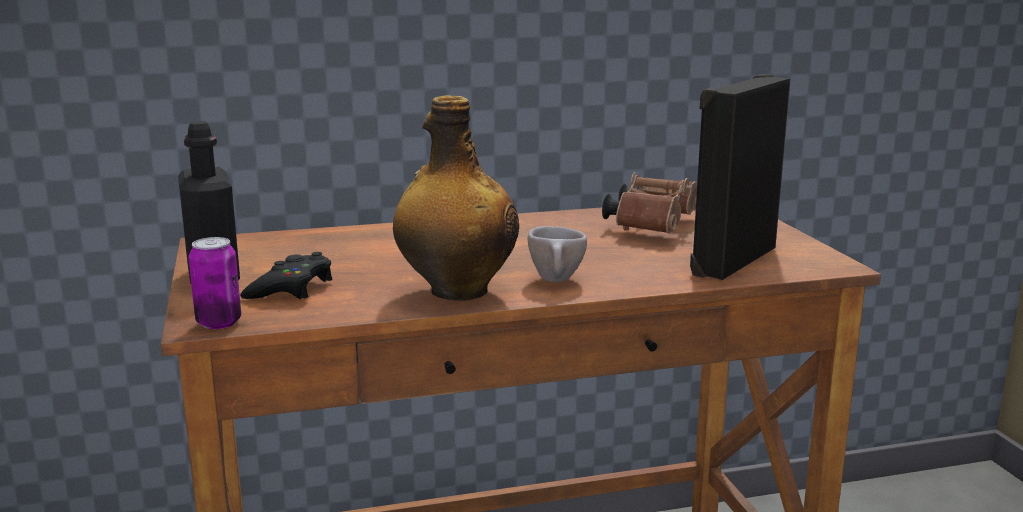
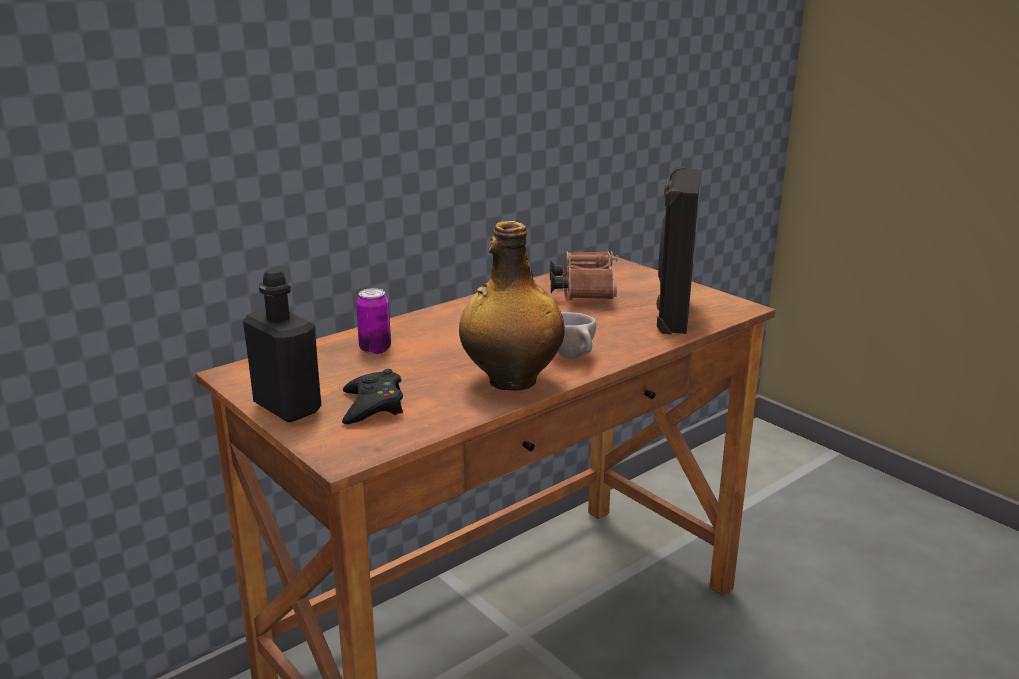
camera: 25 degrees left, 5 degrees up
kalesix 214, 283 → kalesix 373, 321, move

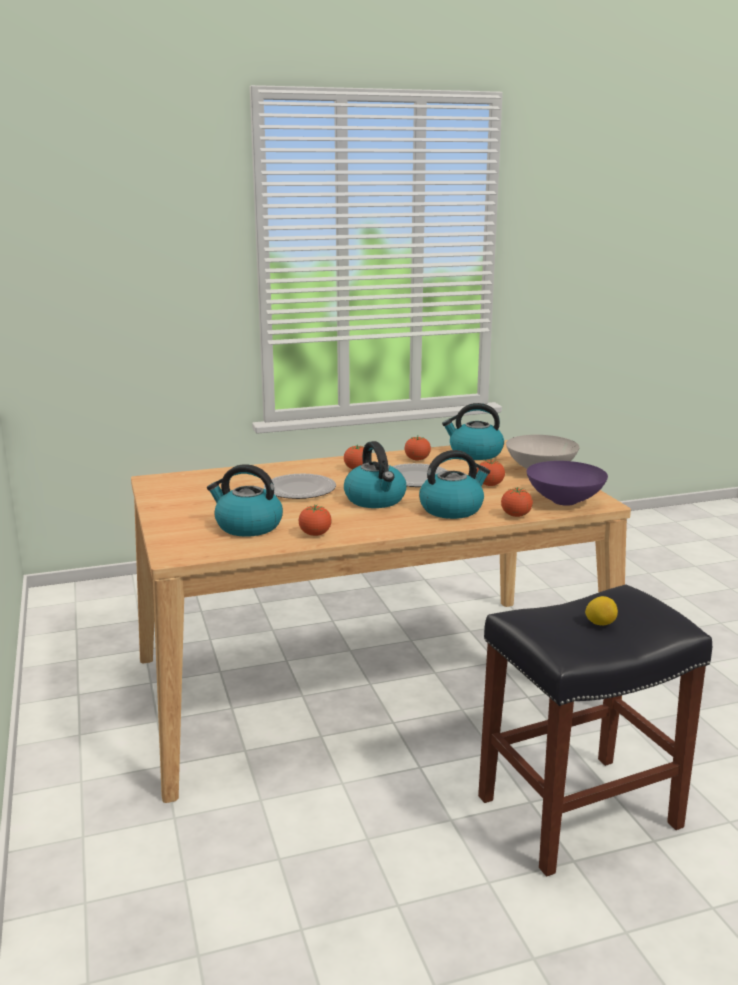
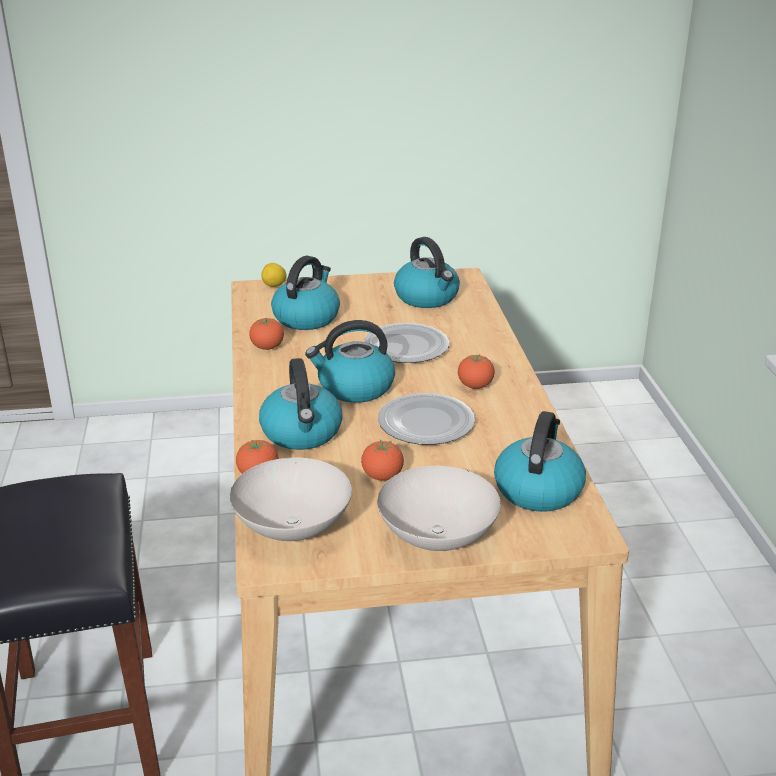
camera: 100 degrees right, 10 degrees up
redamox 417, 448 → -
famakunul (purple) 567, 483 → famakunul (white) 291, 499
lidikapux 601, 610 → lidikapux 273, 275, move
- → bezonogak 427, 272

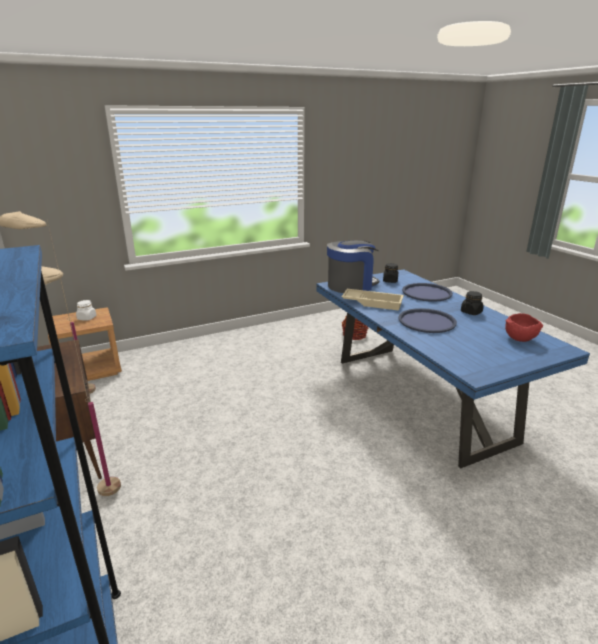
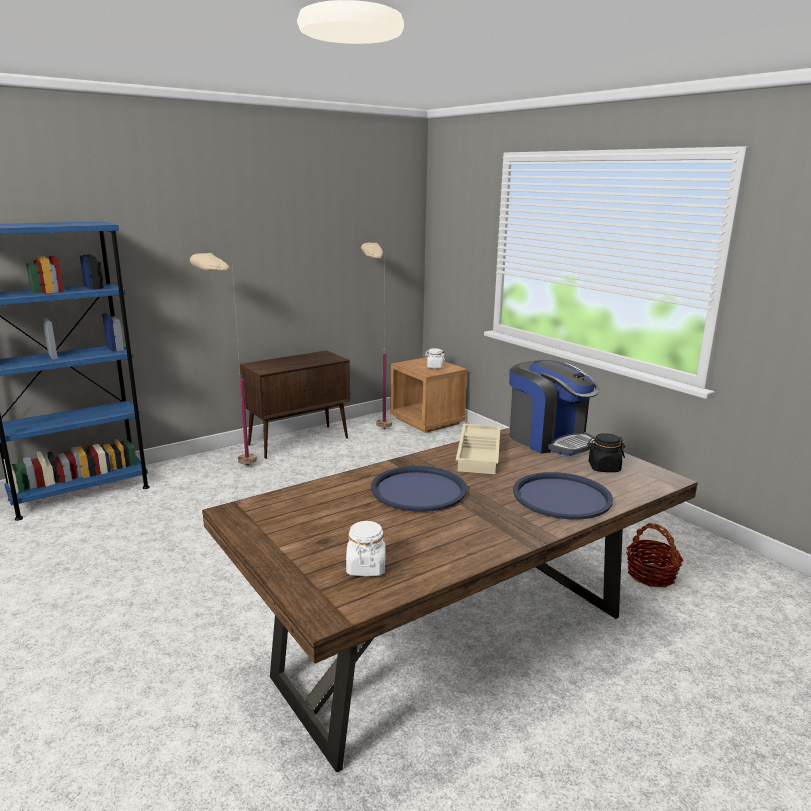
camera: 80 degrees right, 5 degrees down
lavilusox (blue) 453, 368 → lavilusox (brown) 450, 600
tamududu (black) 472, 303 → -
famakunul (red) 524, 327 → tamududu (white) 366, 548

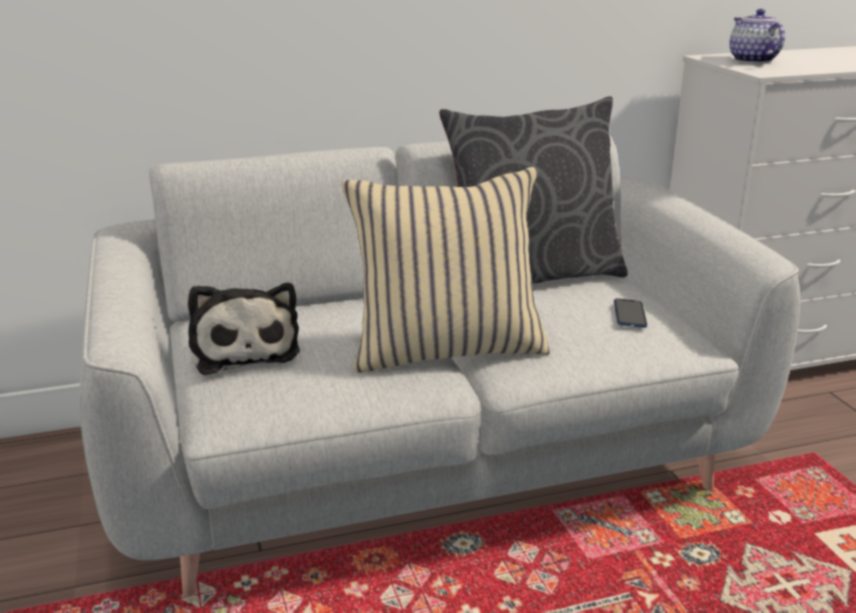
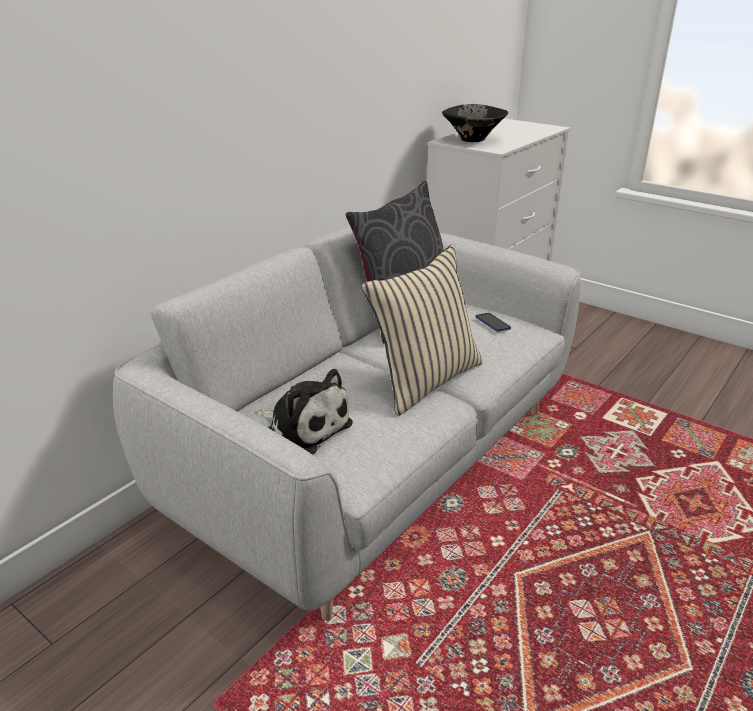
camera: 35 degrees left, 5 degrees up
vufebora 757, 36 → famakunul (black) 475, 123

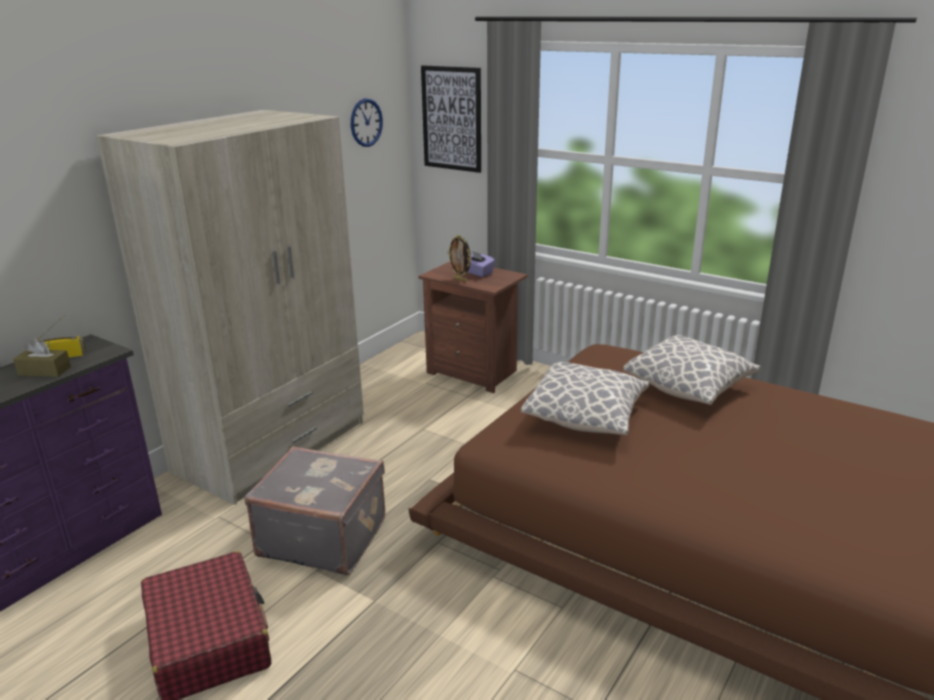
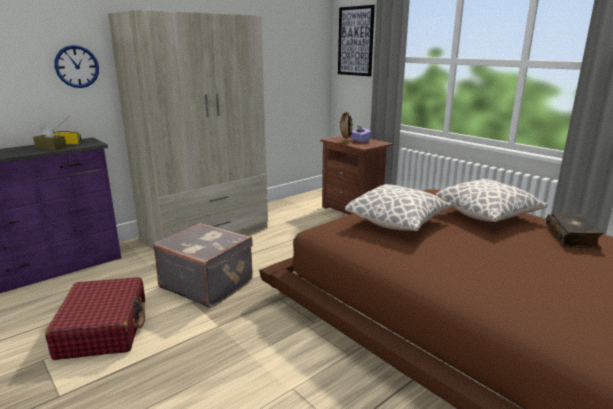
camera: 15 degrees right, 5 degrees down
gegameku 367, 122 → gegameku 76, 66, move
- → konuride 574, 230

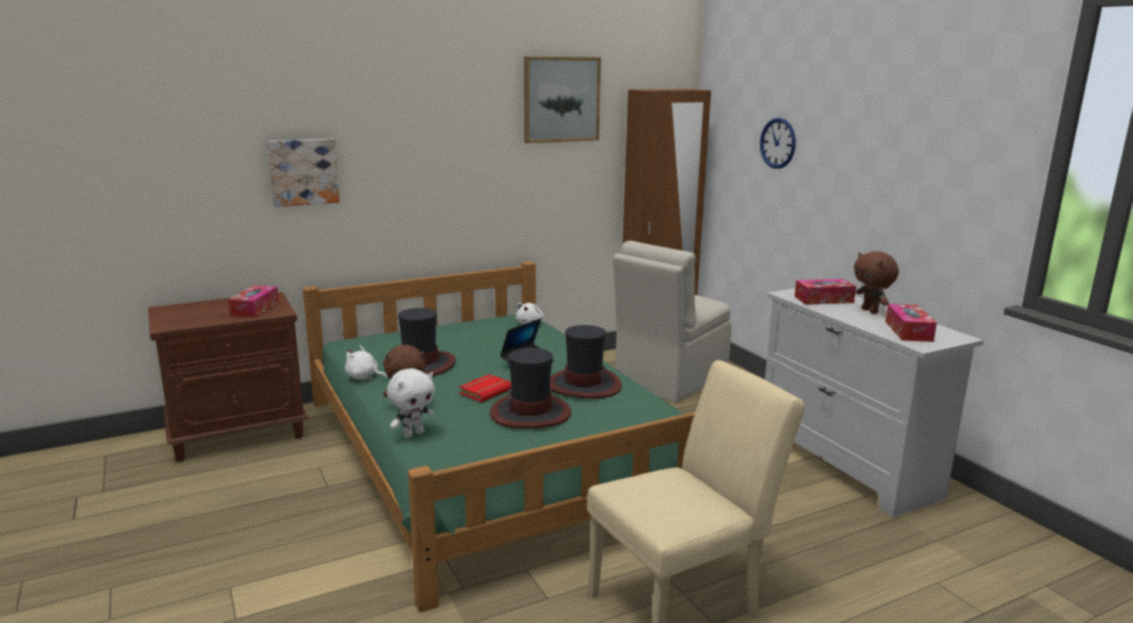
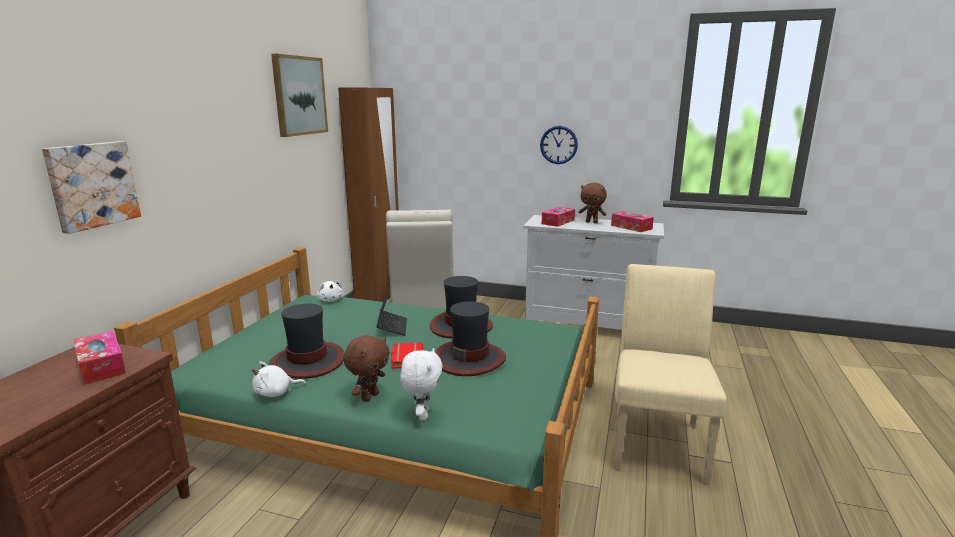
camera: 45 degrees left, 0 degrees up
gegameku 778, 143 → gegameku 559, 145, move

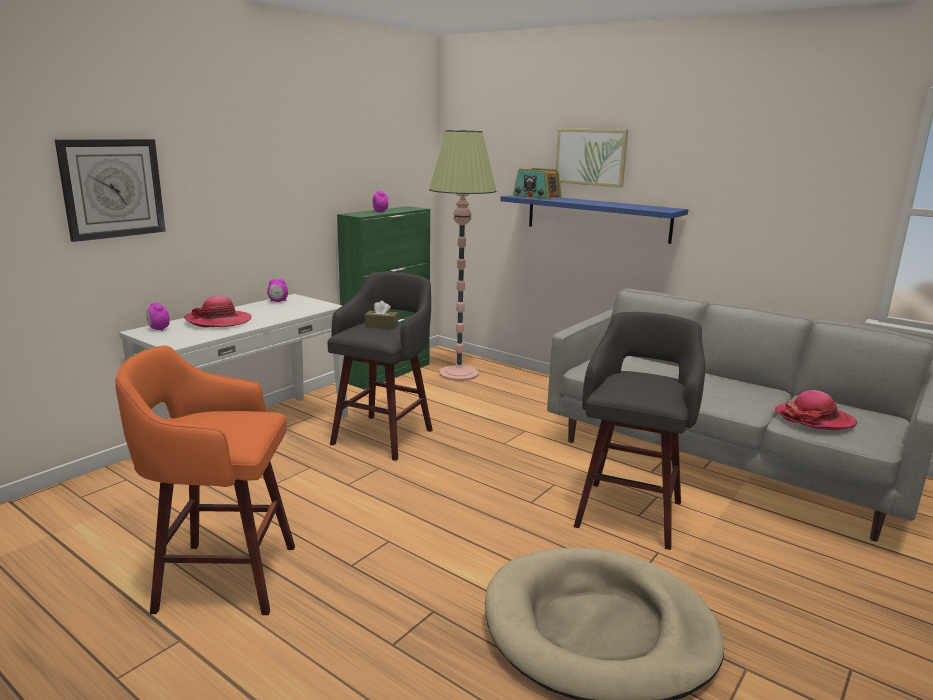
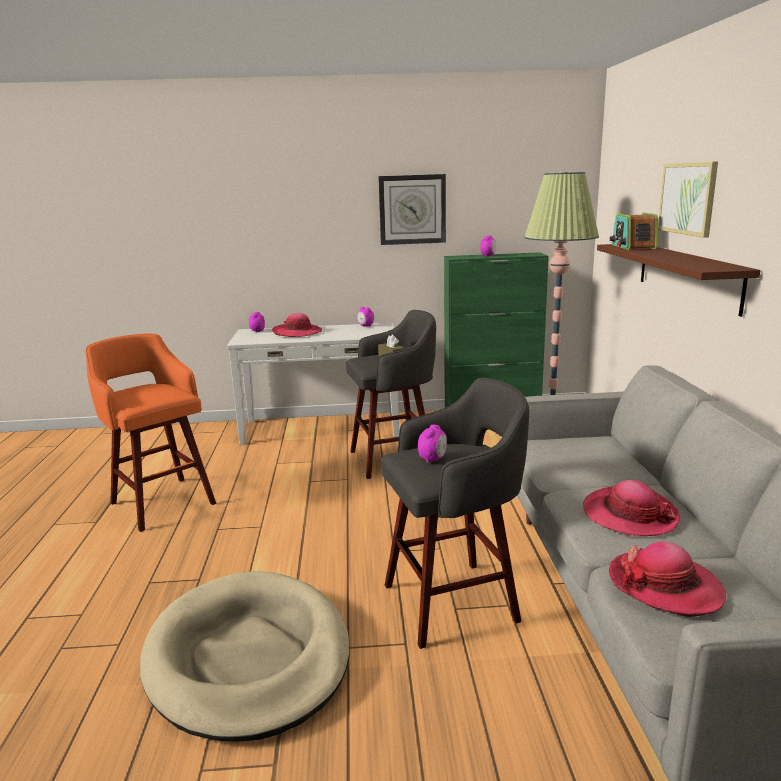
camera: 50 degrees right, 0 degrees up
gegameku 110, 190 → gegameku 412, 209, move
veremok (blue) 594, 219 → veremok (brown) 678, 280
- → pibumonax 432, 444
- → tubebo 631, 508

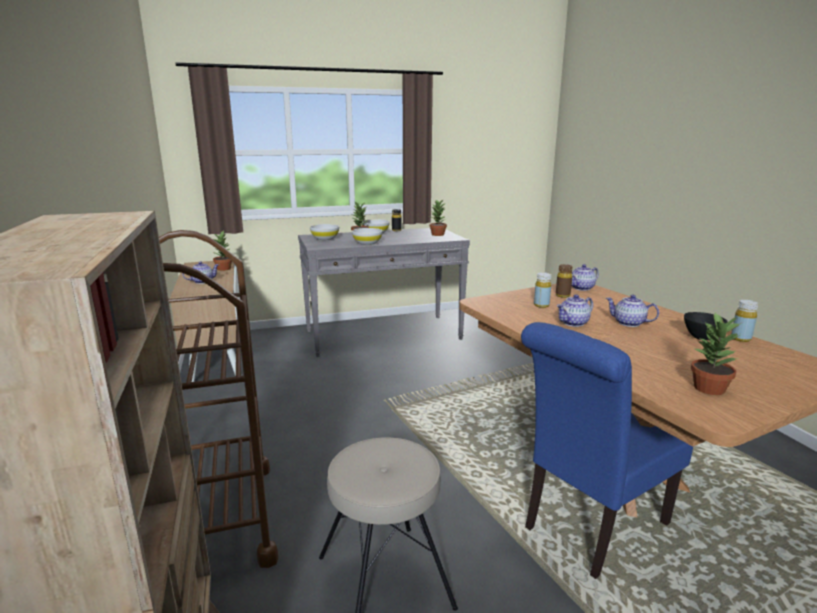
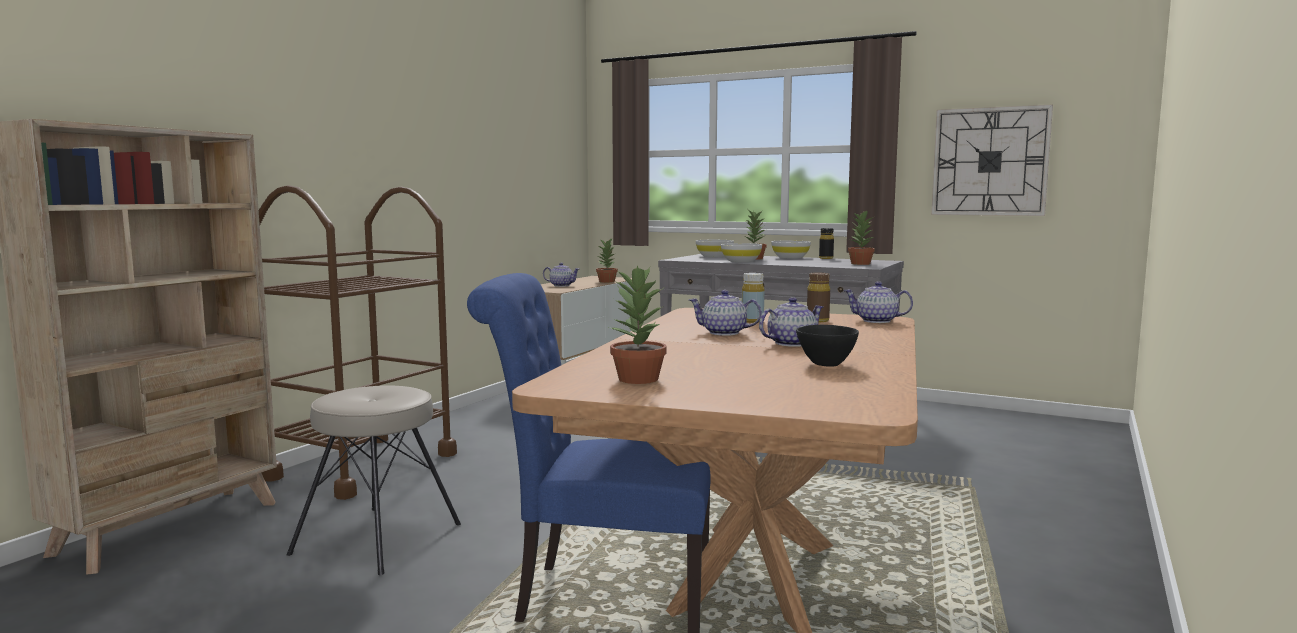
camera: 45 degrees right, 10 degrees down
vufebora 632, 311 → vufebora 791, 322, 75 degrees clockwise
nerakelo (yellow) 744, 321 → -
- → gegameku 992, 160

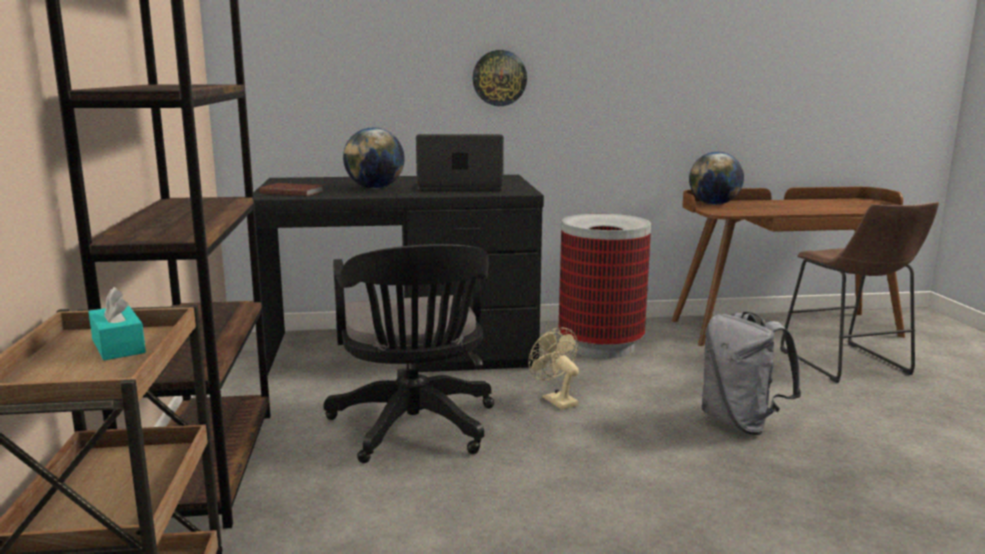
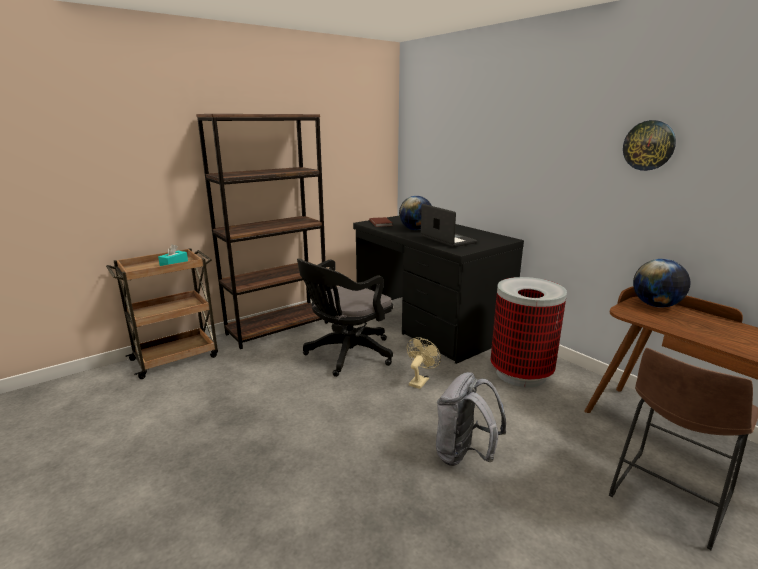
camera: 60 degrees right, 5 degrees up
gegameku 499, 78 → gegameku 649, 145, move

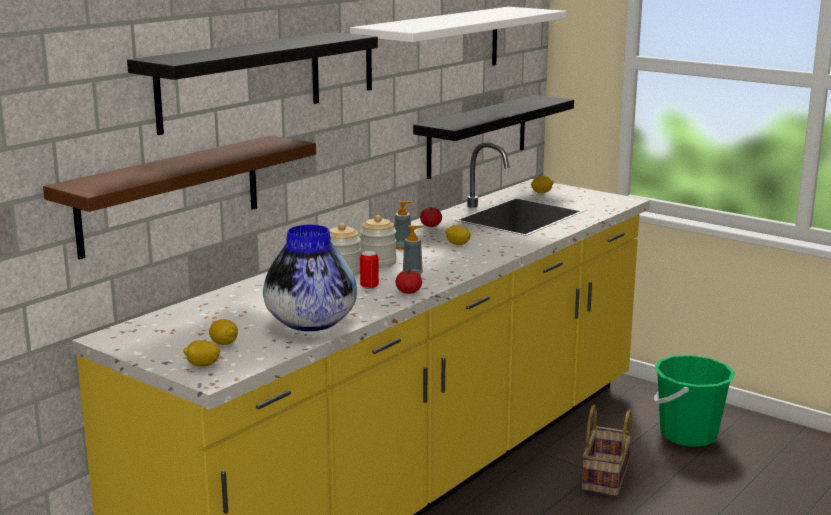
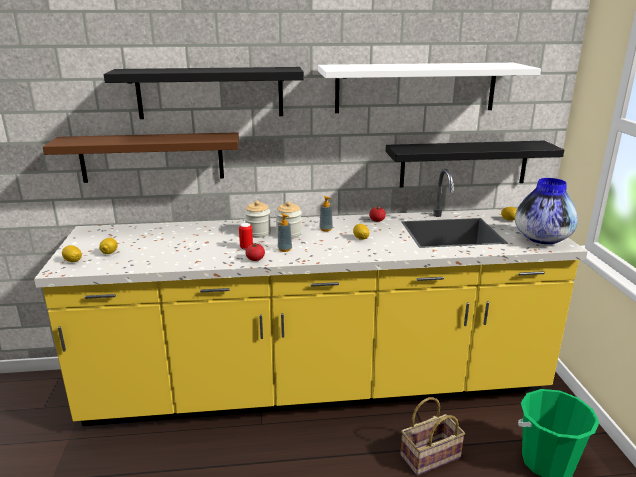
camera: 45 degrees right, 5 degrees up
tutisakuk 310, 278 → tutisakuk 546, 211, move

